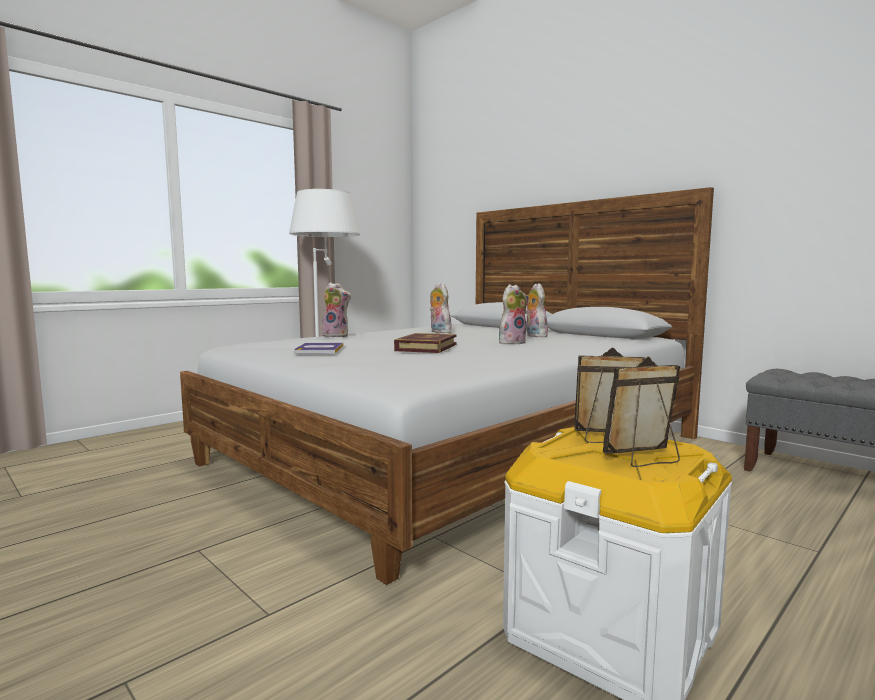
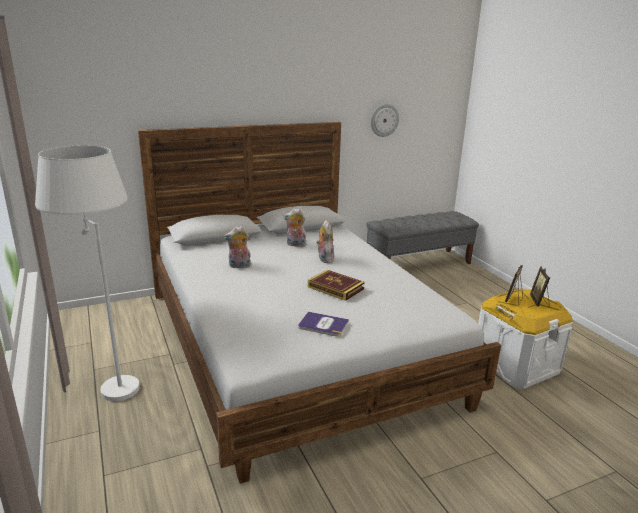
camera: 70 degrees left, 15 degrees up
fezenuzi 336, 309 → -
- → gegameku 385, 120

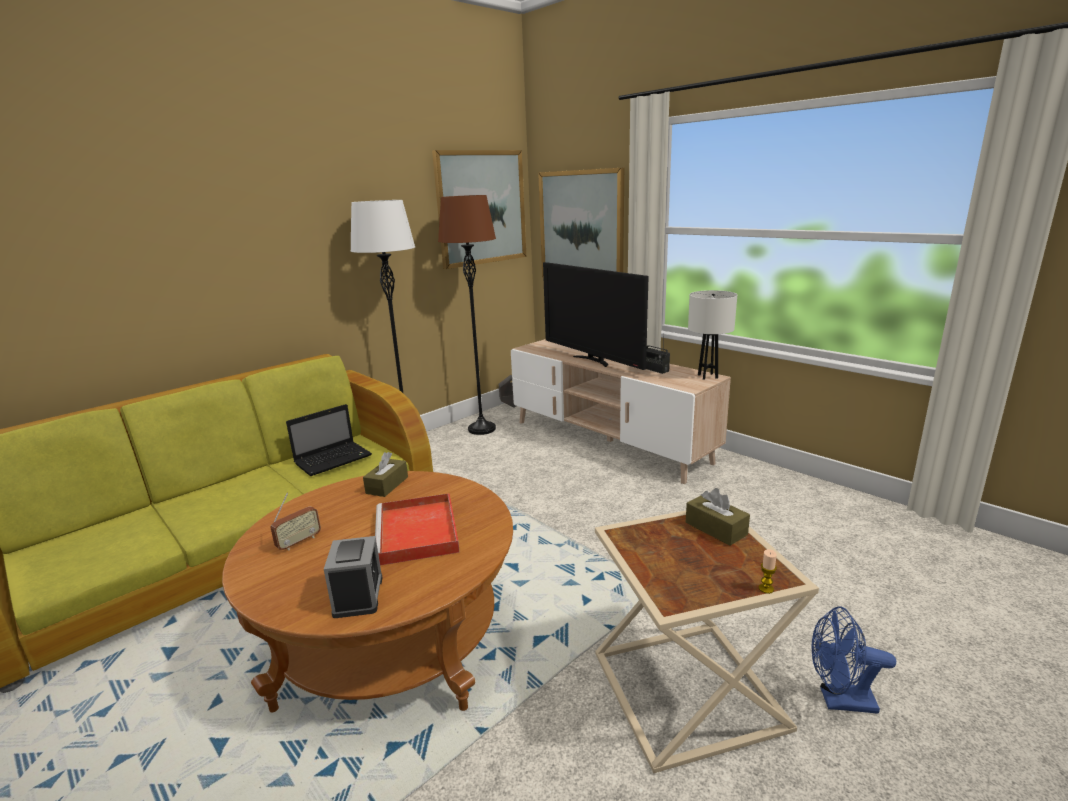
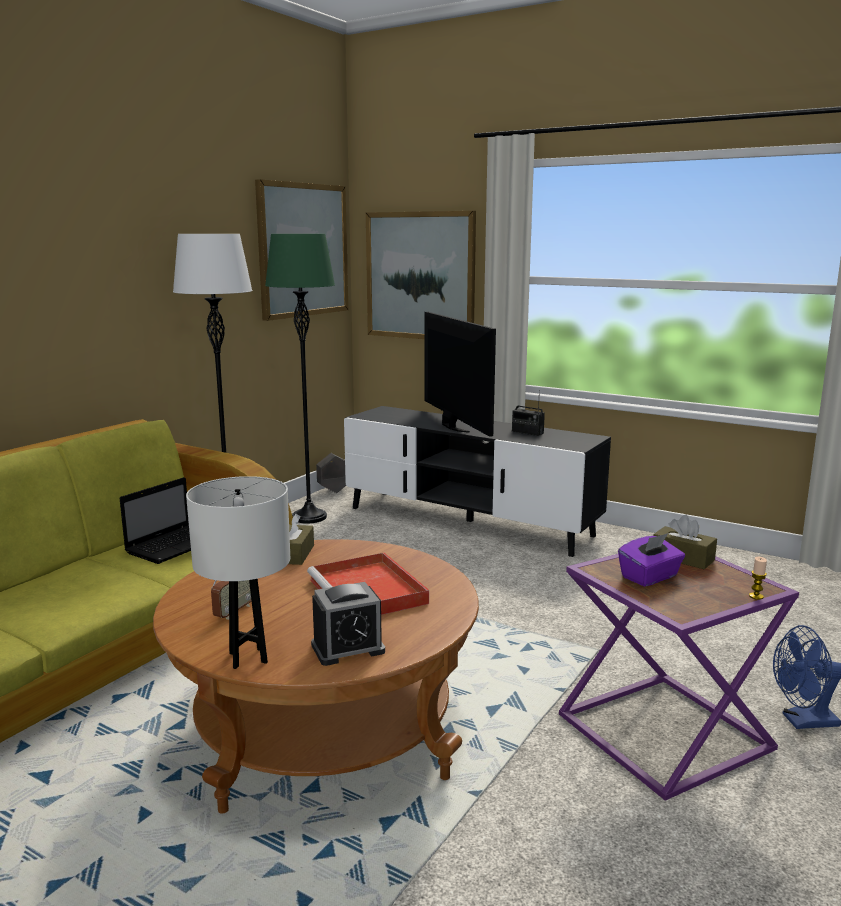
camera: 15 degrees left, 5 degrees down
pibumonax 353, 577 → pibumonax 348, 624, 90 degrees clockwise
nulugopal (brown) 467, 315 → nulugopal (green) 300, 379
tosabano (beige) 621, 411 → tosabano (black) 477, 481
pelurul 596, 316 → pelurul 460, 374, 150 degrees counterclockwise
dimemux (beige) 707, 642 → dimemux (purple) 679, 677
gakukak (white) 712, 335 → gakukak (white) 238, 572, move
- → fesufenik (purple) 651, 560

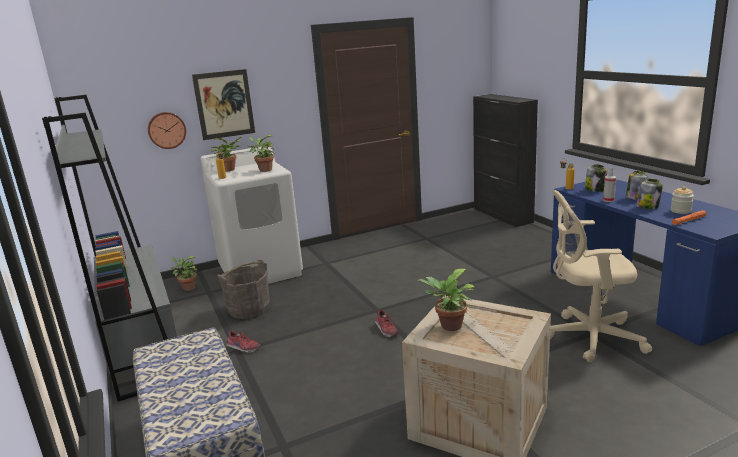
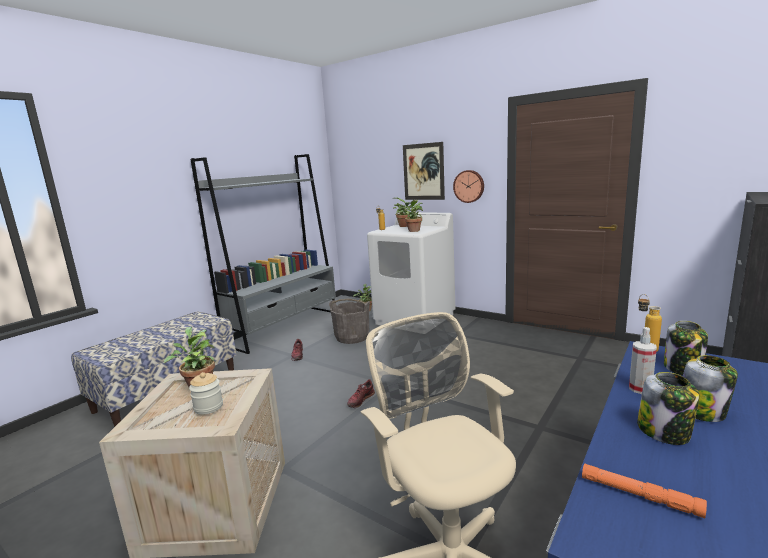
camera: 60 degrees right, 5 degrees down
gegameku 167, 130 → gegameku 468, 186, move
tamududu 682, 200 → tamududu 206, 393, move

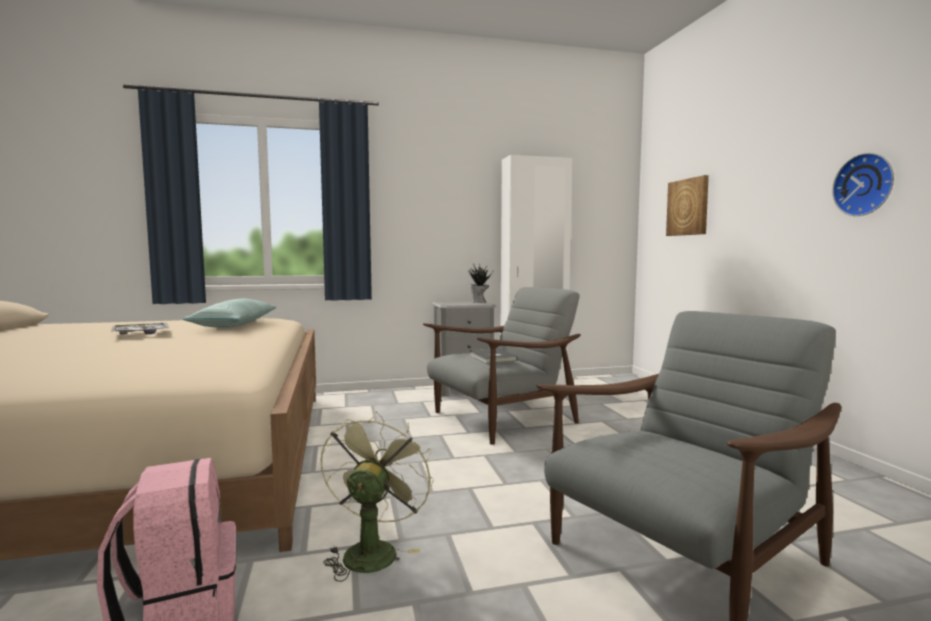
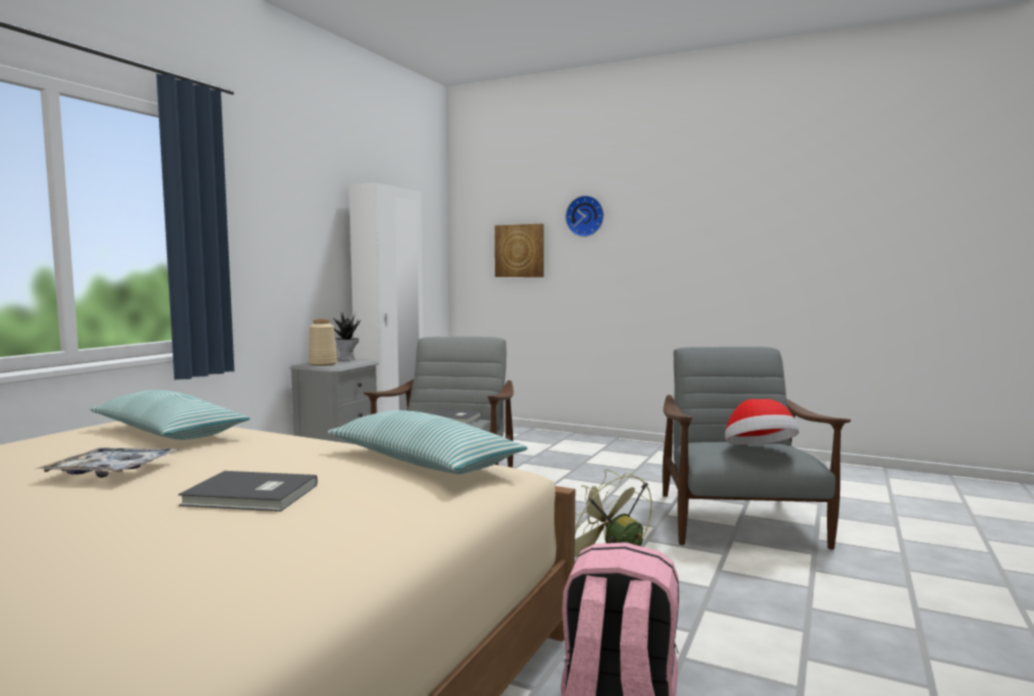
camera: 50 degrees left, 0 degrees up
gegameku 863, 184 → gegameku 584, 216, move
- → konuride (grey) 248, 491
- → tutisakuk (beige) 323, 342
- → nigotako 427, 442
- → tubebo 762, 422

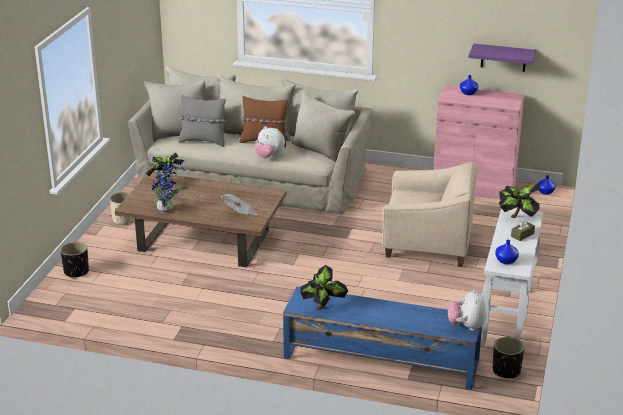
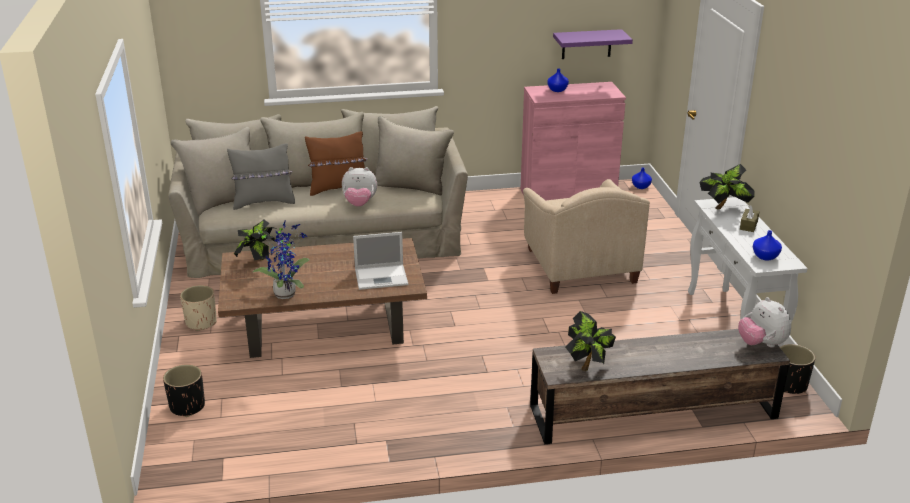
camera: 25 degrees left, 0 degrees up
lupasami 239, 204 → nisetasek 380, 261
tosabano (blue) 382, 338 → tosabano (brown) 660, 387
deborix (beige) 429, 214 → deborix (beige) 586, 236, 90 degrees clockwise

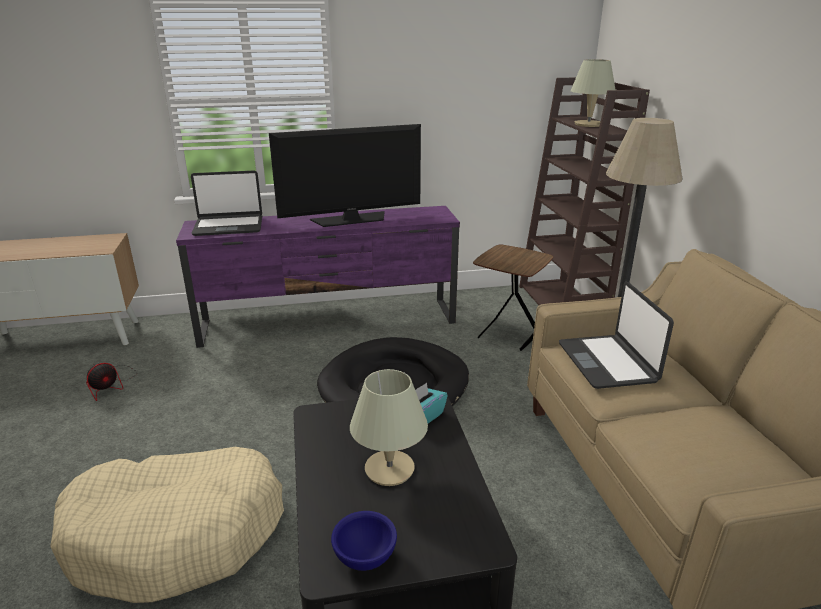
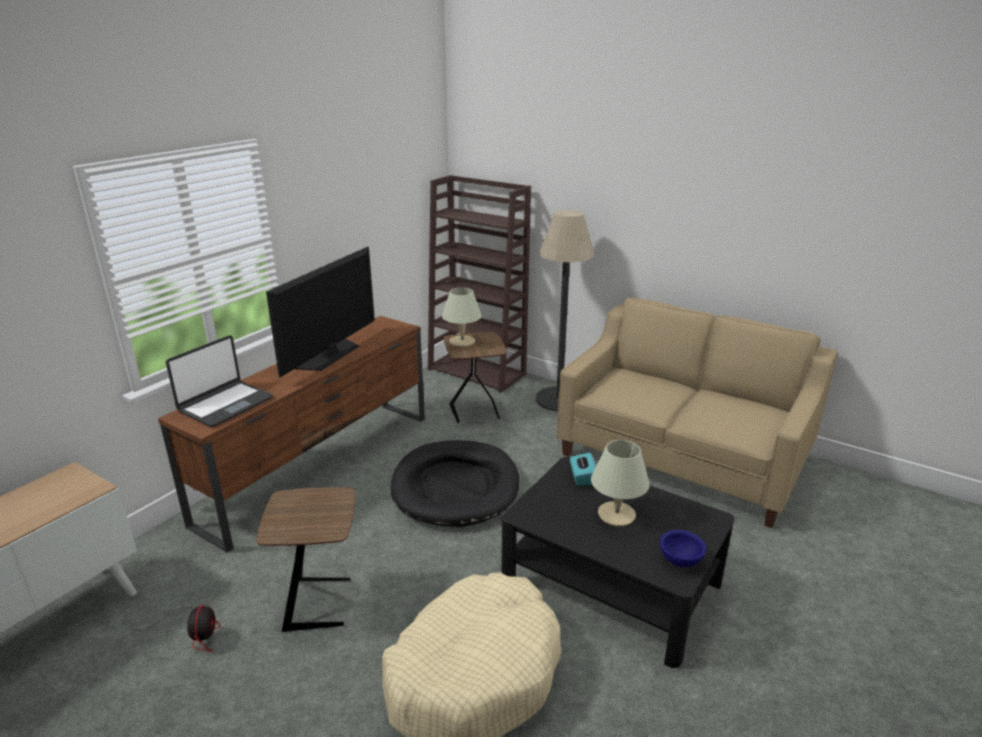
camera: 45 degrees left, 0 degrees up
tosabano (purple) 318, 277 → tosabano (brown) 291, 434
nisetasek 616, 335 → -
gakukak (beige) 593, 93 → gakukak (beige) 461, 317, move
- → dimemux (brown) 305, 559

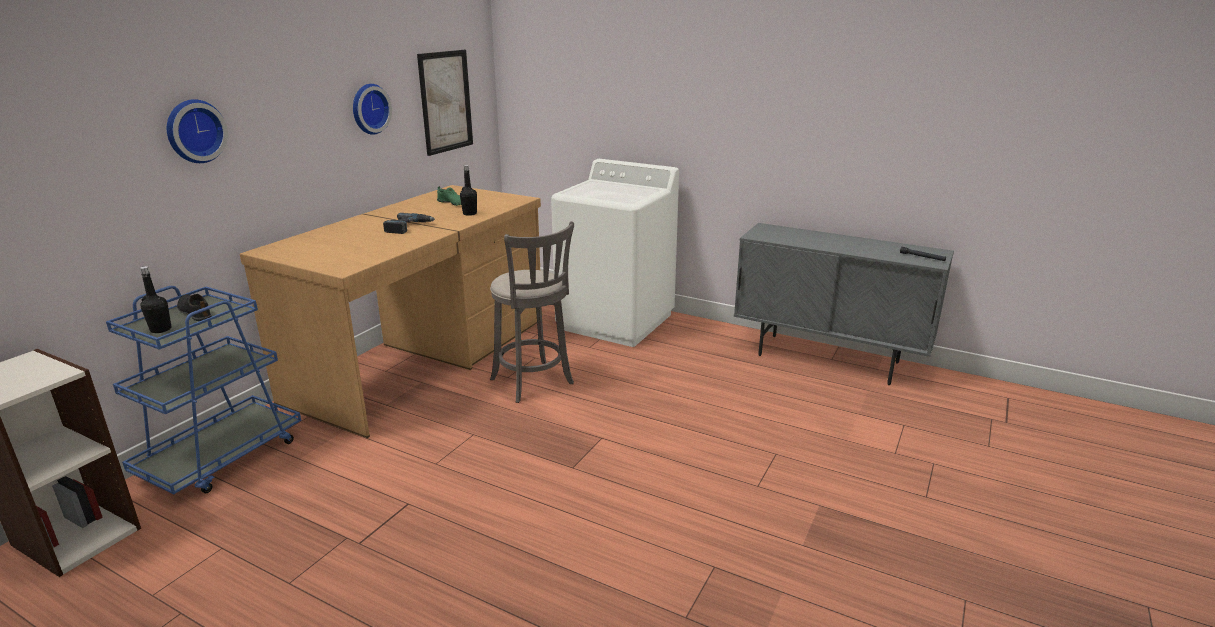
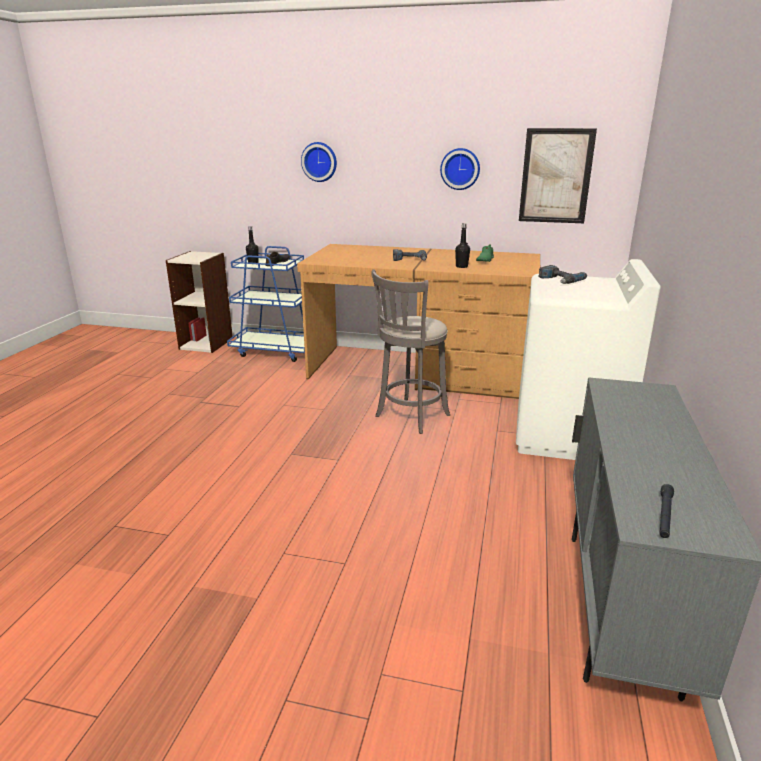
camera: 75 degrees right, 0 degrees up
- → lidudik 562, 274

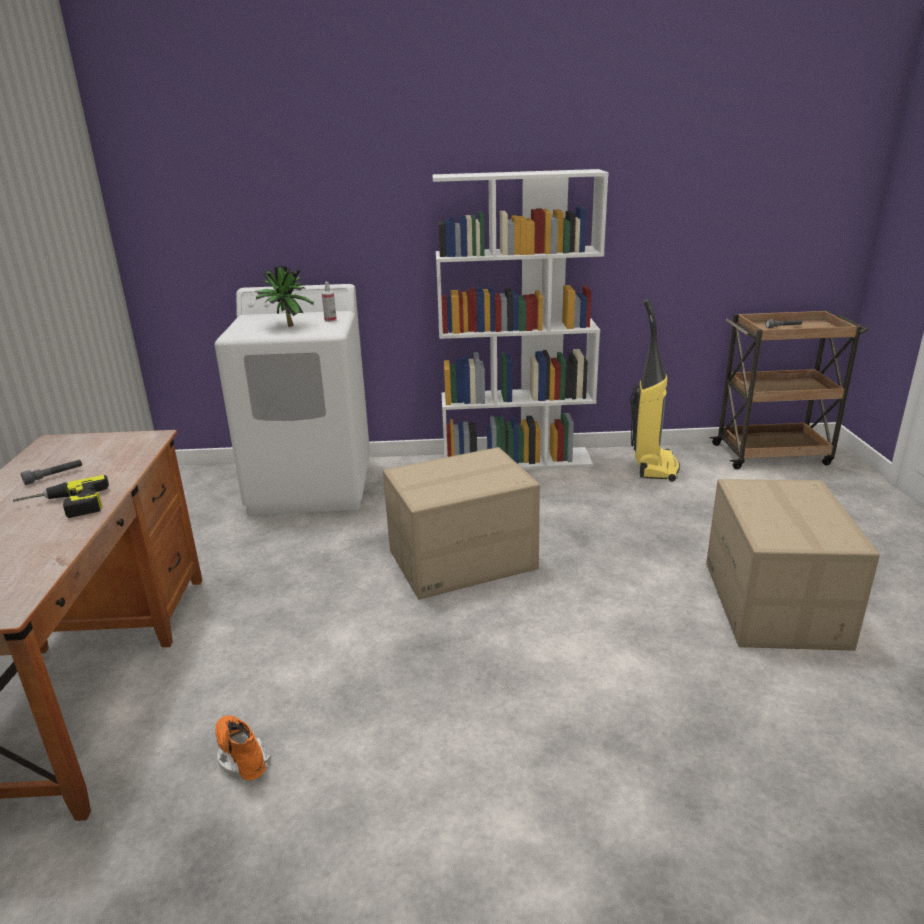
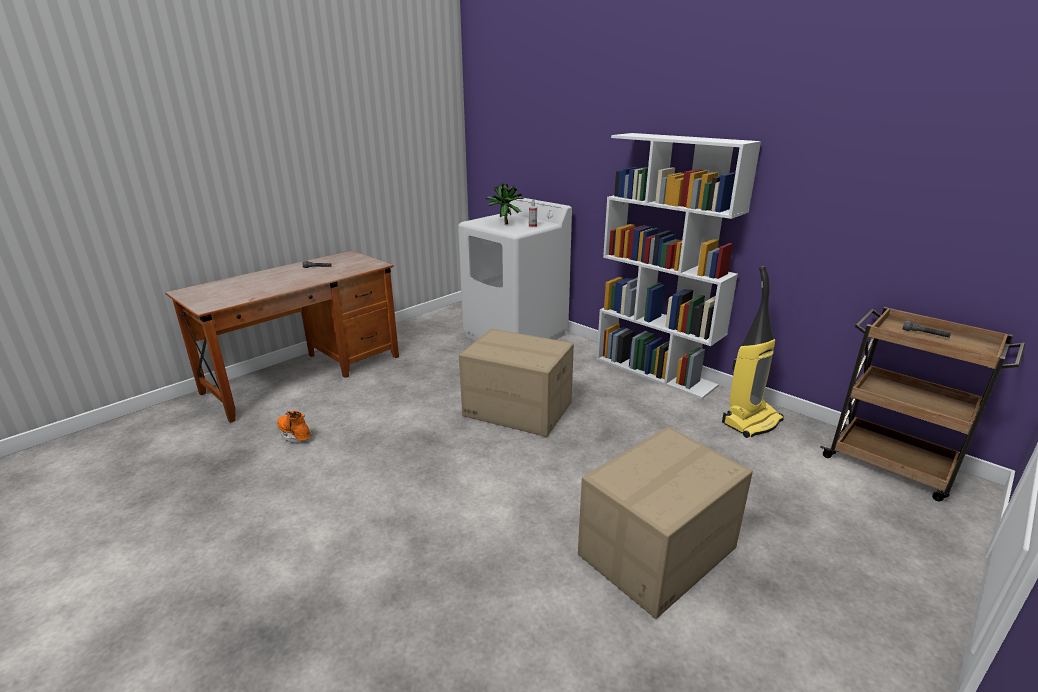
camera: 45 degrees right, 0 degrees up
lidudik 61, 496 → -
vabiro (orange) 244, 748 → vabiro (orange) 295, 427, 60 degrees counterclockwise

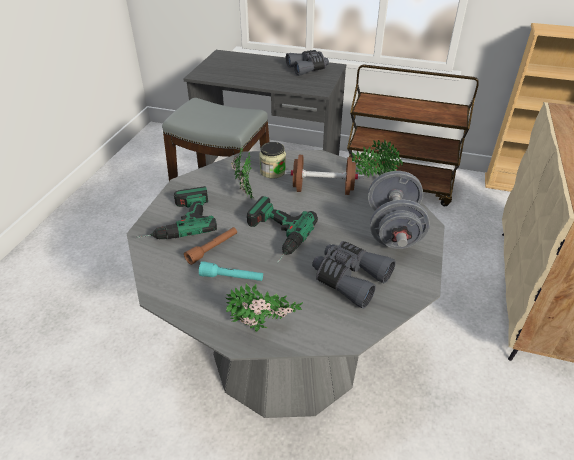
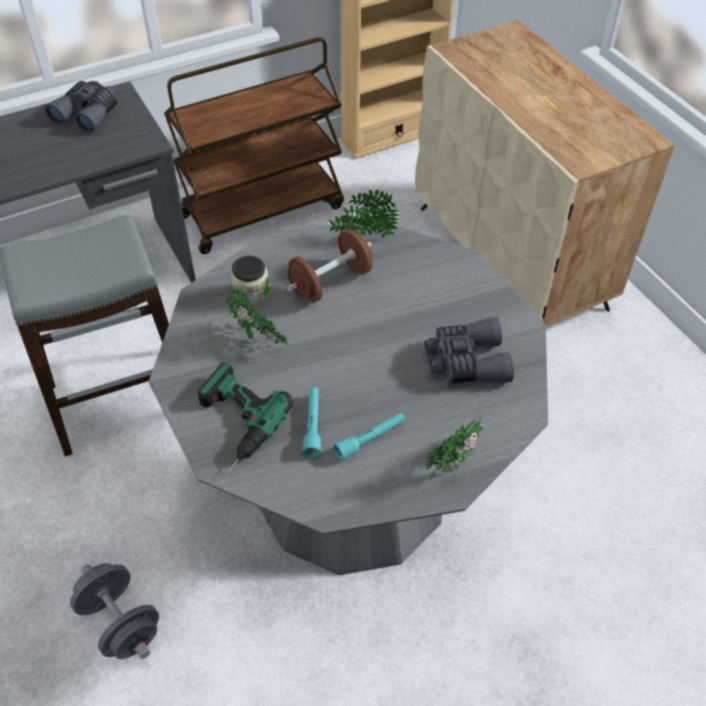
camera: 45 degrees left, 10 degrees up
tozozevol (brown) 210, 246 → tozozevol (turquoise) 311, 422
lidudik 282, 230 → -
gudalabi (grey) 399, 210 → gudalabi (grey) 114, 611, move

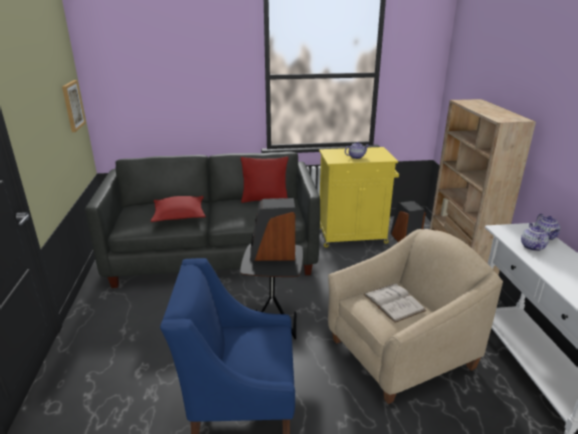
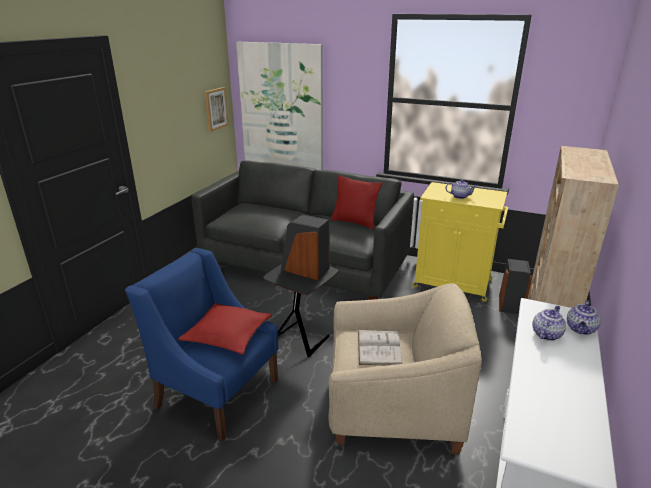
camera: 30 degrees right, 0 degrees up
nigotako (red) 178, 209 → nigotako (red) 225, 329, move
- → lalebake 279, 106

